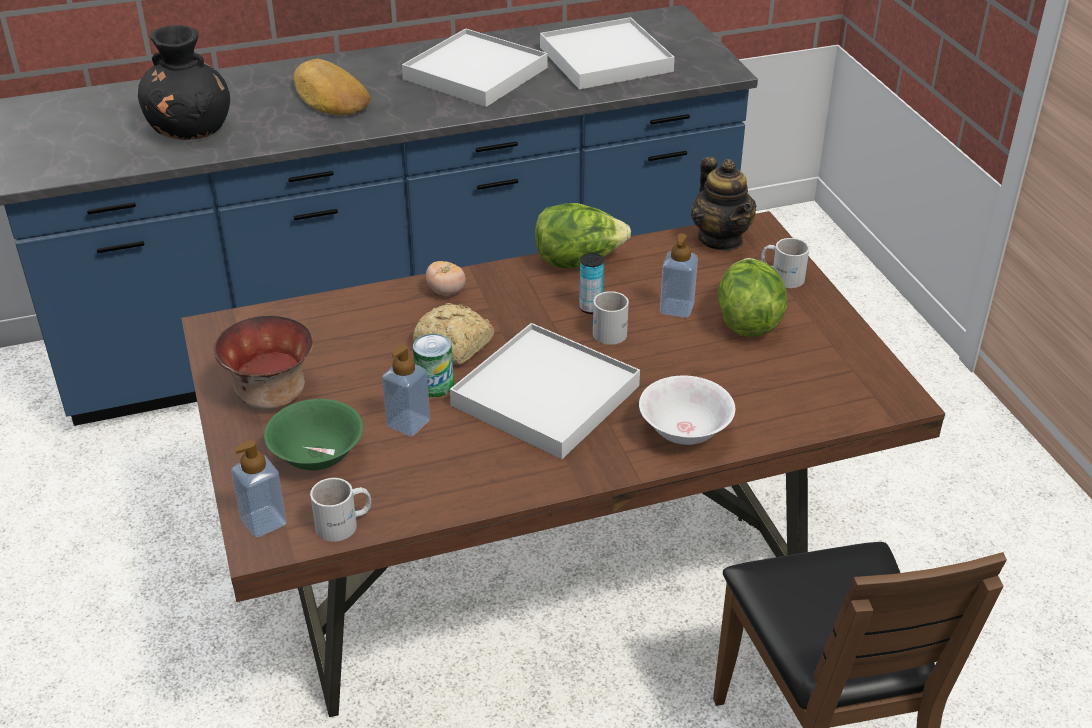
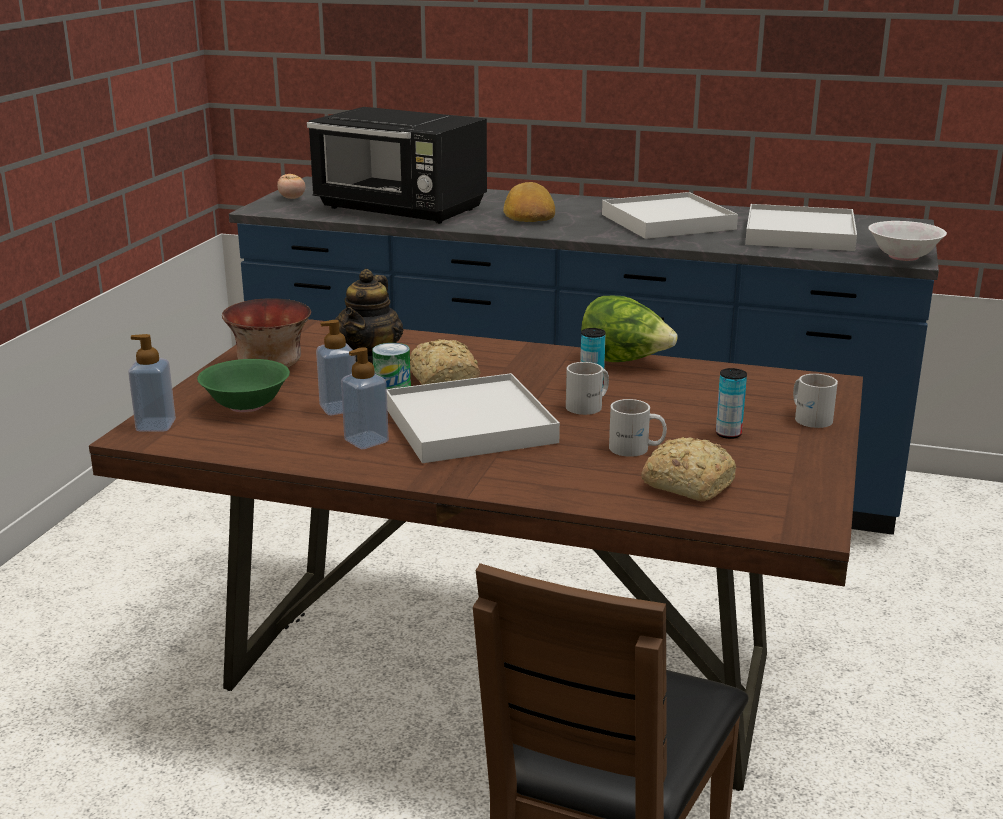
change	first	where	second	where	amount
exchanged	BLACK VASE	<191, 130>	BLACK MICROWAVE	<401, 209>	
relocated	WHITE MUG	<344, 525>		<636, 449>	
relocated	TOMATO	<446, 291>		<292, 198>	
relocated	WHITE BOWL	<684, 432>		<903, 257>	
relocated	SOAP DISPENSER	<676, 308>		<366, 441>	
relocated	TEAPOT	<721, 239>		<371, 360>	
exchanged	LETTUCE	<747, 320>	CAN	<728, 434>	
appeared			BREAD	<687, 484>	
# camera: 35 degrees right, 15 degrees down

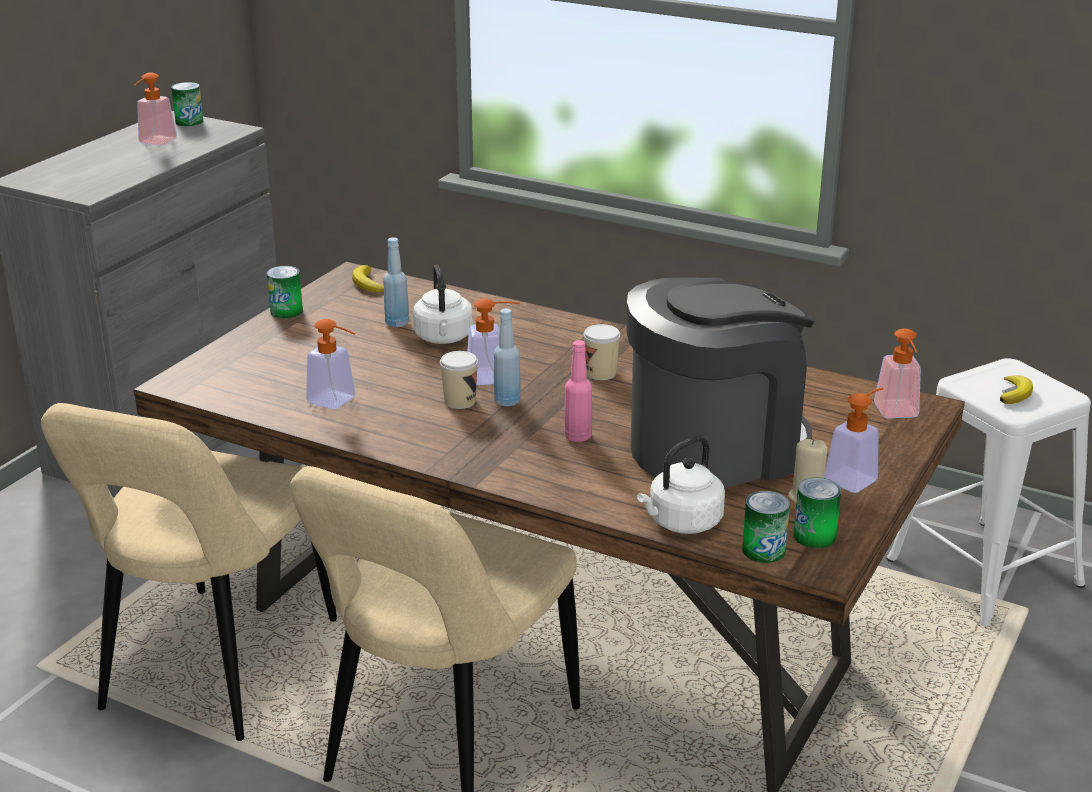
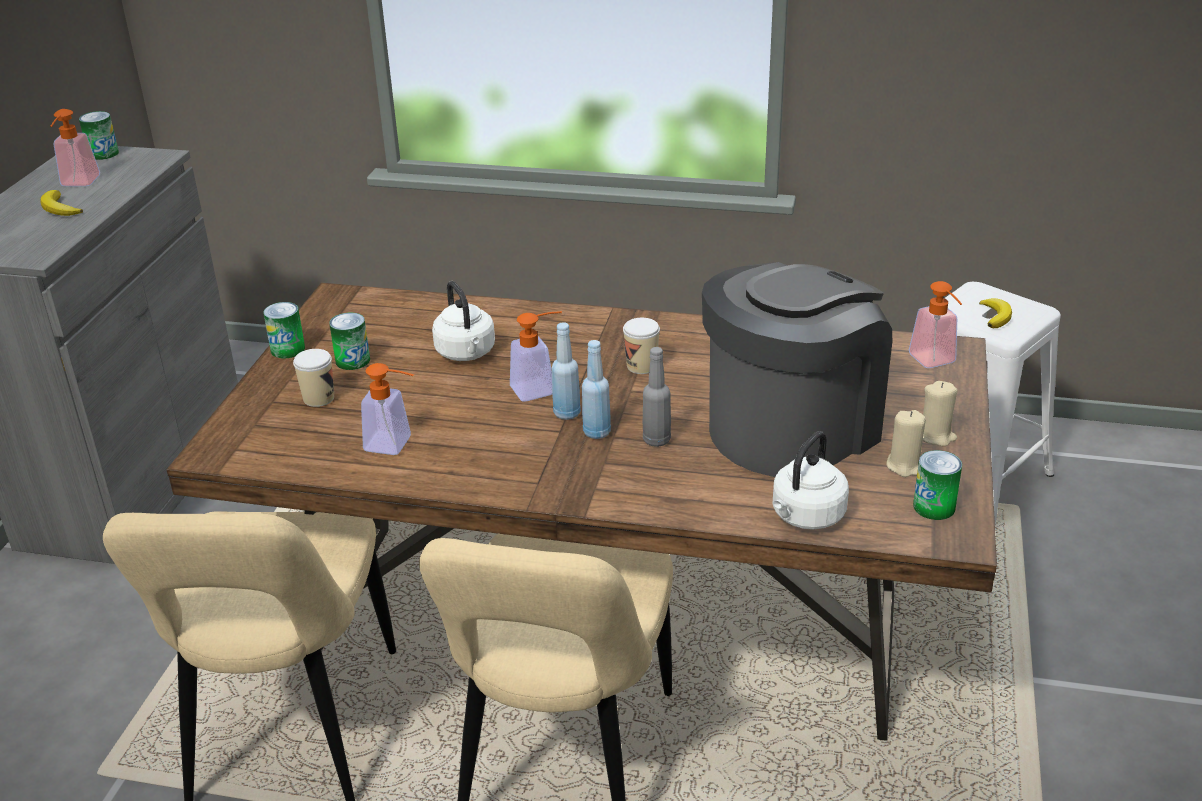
change	first	where	second	where	amount
relocated	BANANA	<368, 284>		<59, 208>	
relocated	BLUE BOTTLE	<397, 323>		<597, 432>	
relocated	CUP	<460, 401>		<319, 398>	
colour	PINK BOTTLE	<577, 436>	GREY BOTTLE	<656, 440>	
relocated	CAN	<763, 550>		<353, 361>	
exchanged	SOAP DISPENSER	<856, 477>	BEIGE CANDLE	<935, 436>	
# camera: 15 degrees left, 5 degrees up

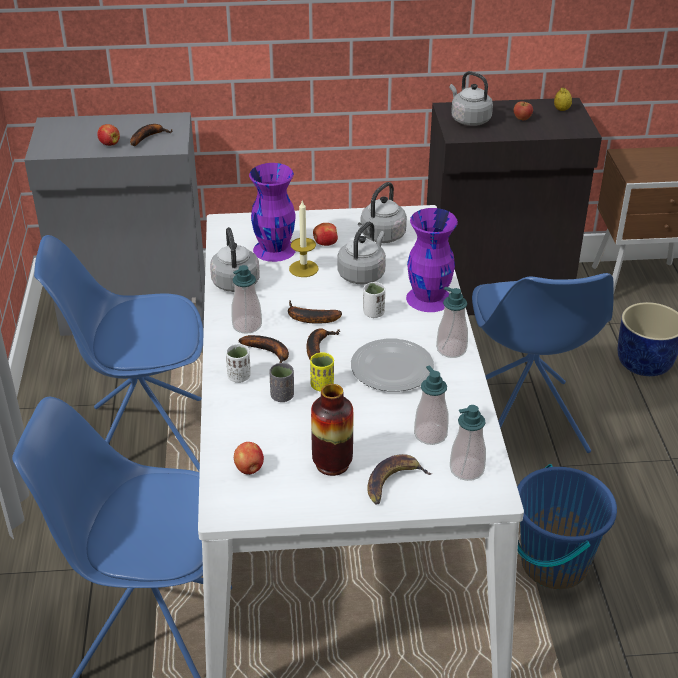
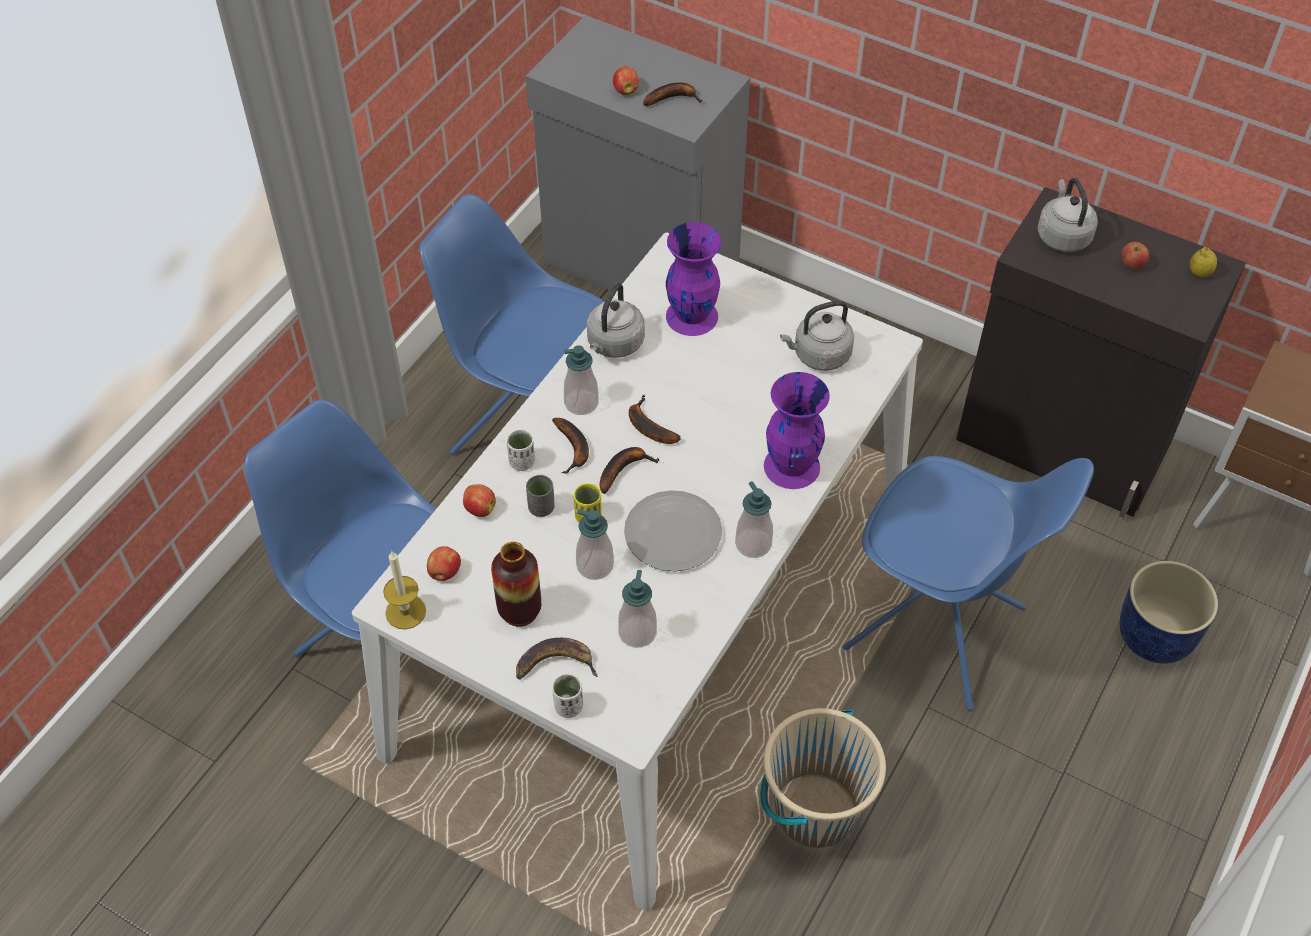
change	first	where	second	where	amount
relocated	CANDLE	<303, 268>		<405, 612>	
relocated	APPLE	<325, 244>		<479, 509>	
missing	GREY KETTLE	<362, 274>			
relocated	WHITE CUP	<373, 313>		<568, 707>	
relocated	SOAP DISPENSER	<466, 469>		<595, 565>	
spun	BLUE CHAIR	<524, 421>		<938, 631>	90 degrees counterclockwise
colour	BLUE BUCKET	<553, 564>	BEIGE BUCKET	<814, 810>	
# camera: 35 degrees right, 15 degrees up

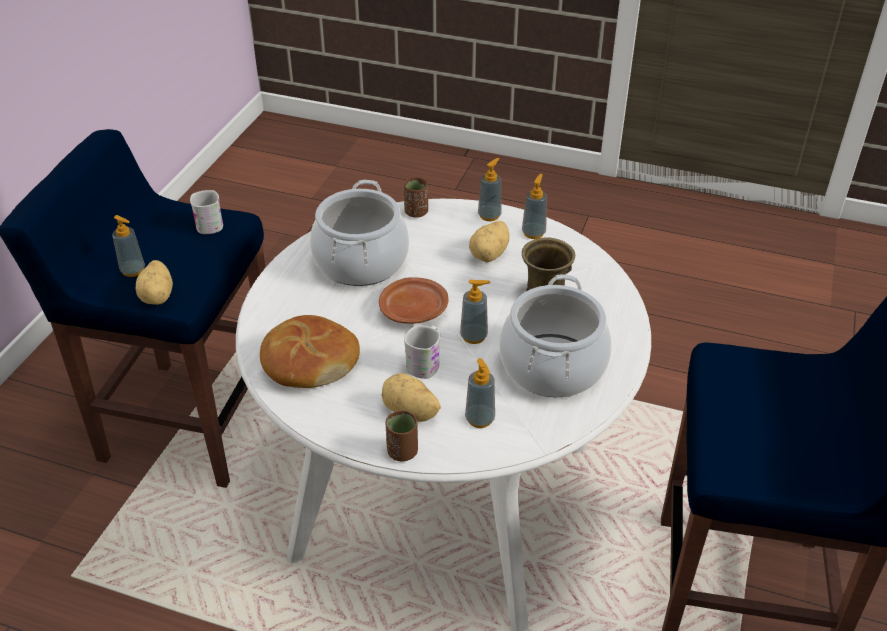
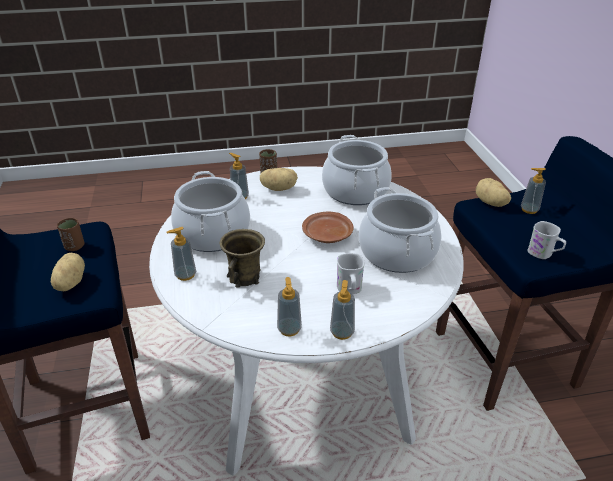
change	first	where	second	where	amount
exchanged	BREAD	<309, 363>	COOKING POT	<355, 191>	
relocated	BROWN CUP	<416, 212>		<74, 246>	
relocated	WHITE MUG	<425, 363>		<349, 289>	
relocated	SOAP DISPENSER	<474, 336>		<185, 275>	
relocated	POTATO	<490, 254>		<69, 283>	
# camera: 150 degrees right, 5 degrees down

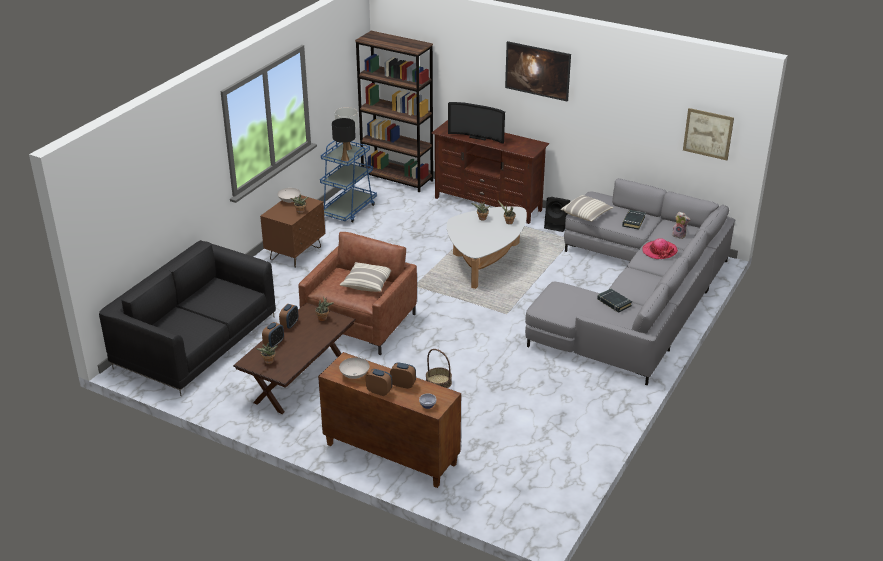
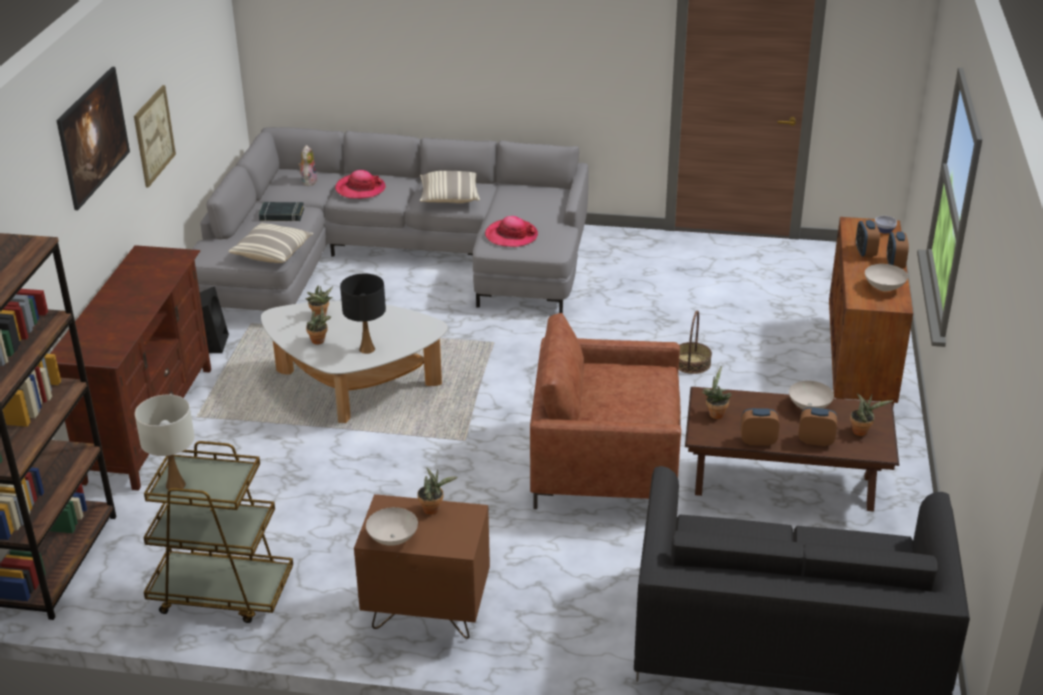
change	first	where	second	where	amount
colour	BLUE CART	<348, 210>	BROWN CART	<221, 592>	
relocated	BLACK TABLE LAMP	<345, 159>		<367, 349>	
relocated	PILLOW	<367, 283>		<449, 197>	
missing	TELEVISION	<478, 136>			
missing	BLACK BOOK	<614, 303>			
relocated	PICTURE	<708, 134>		<154, 135>	
appeared			HAT	<511, 235>	
appeared			WHITE BOWL	<810, 406>	
# camera: 110 degrees left, 0 degrees up

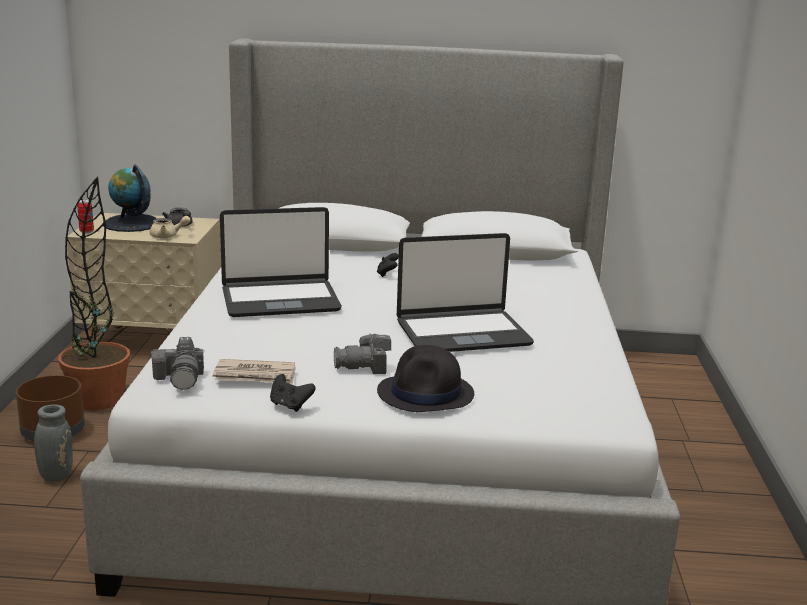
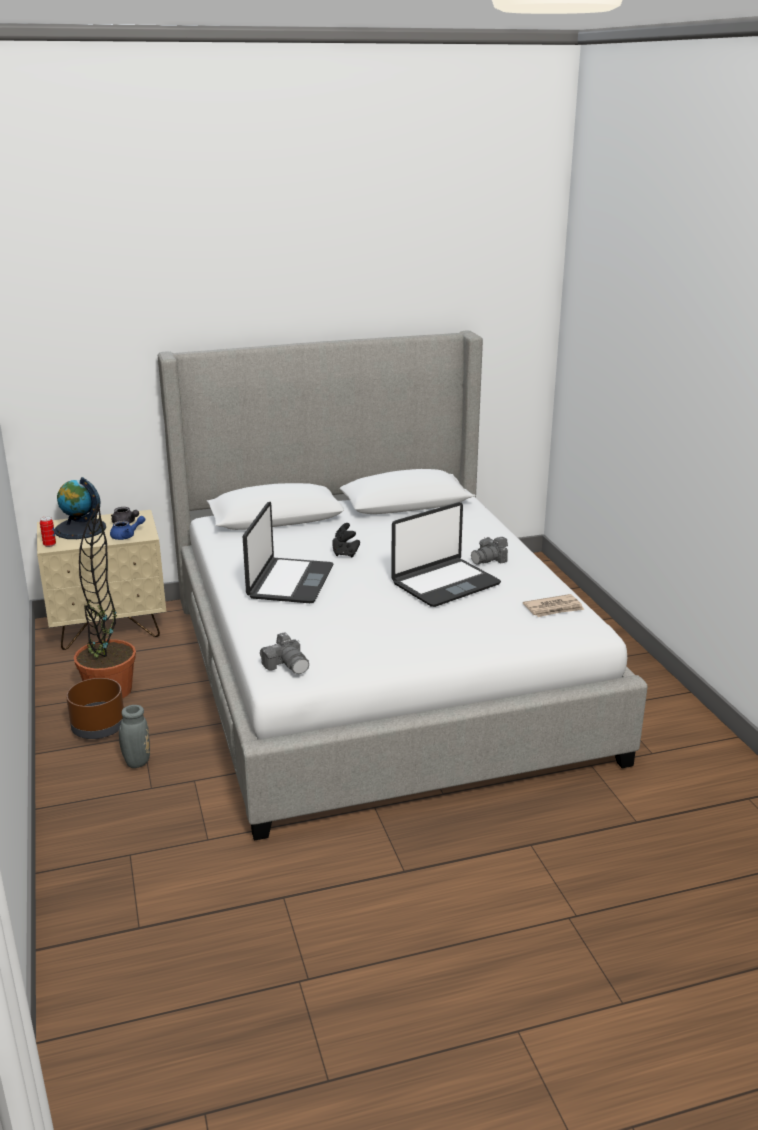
change	first	where	second	where	amount
colour	BEIGE TEAPOT	<168, 236>	BLUE TEAPOT	<126, 536>	
relocated	NEWSPAPER	<255, 376>		<554, 608>	
spun	LAPTOP	<280, 300>		<289, 582>	45 degrees counterclockwise
relocated	BLACK GAME CONTROLLER	<290, 405>		<345, 555>	
relocated	PHOTO CAMERA	<365, 366>		<489, 560>	
missing	BLACK HAT	<426, 394>			
# camera: 20 degrees left, 5 degrees up

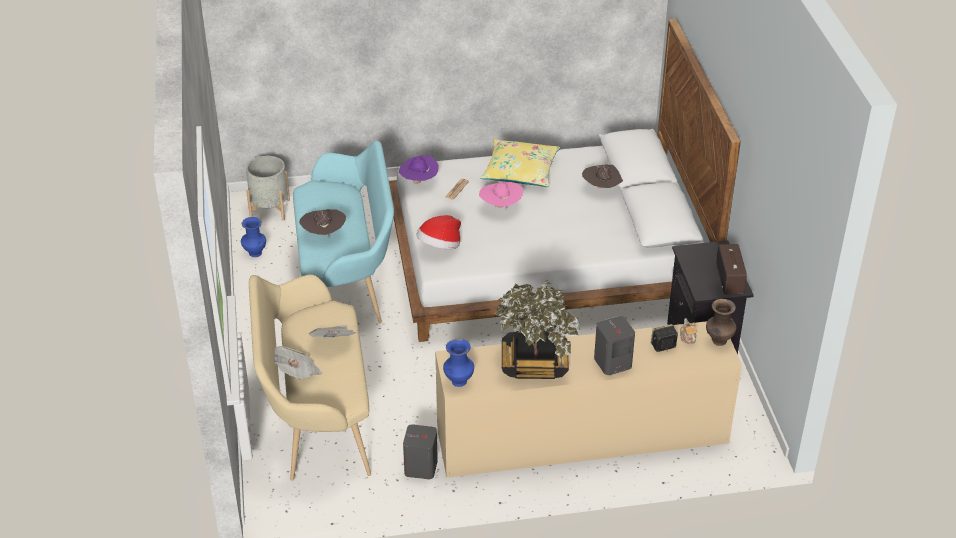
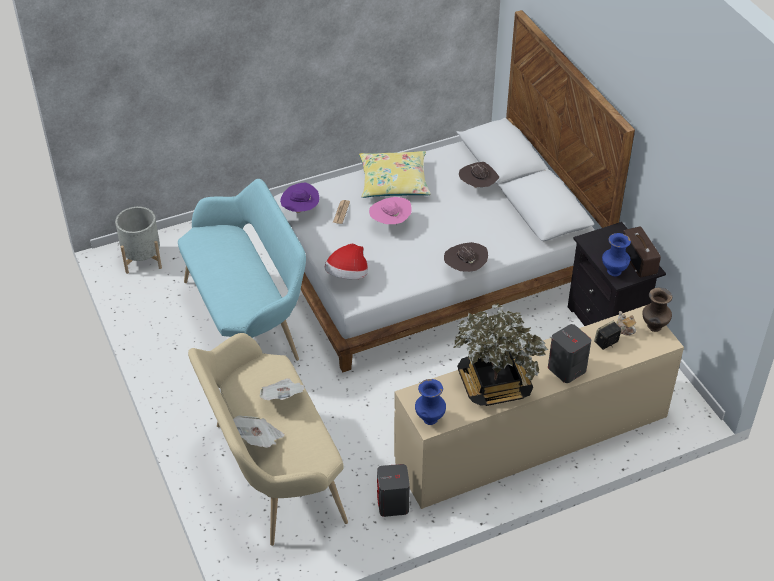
change	first	where	second	where	amount
relocated	BLUE VASE	<254, 253>		<613, 271>	
relocated	BROWN HAT	<324, 234>		<465, 269>	
# camera: 15 degrees left, 5 degrees up

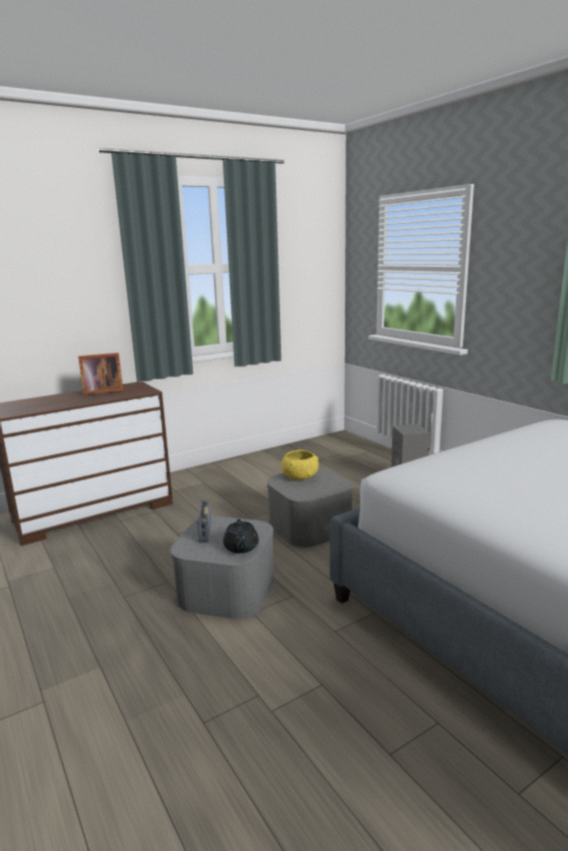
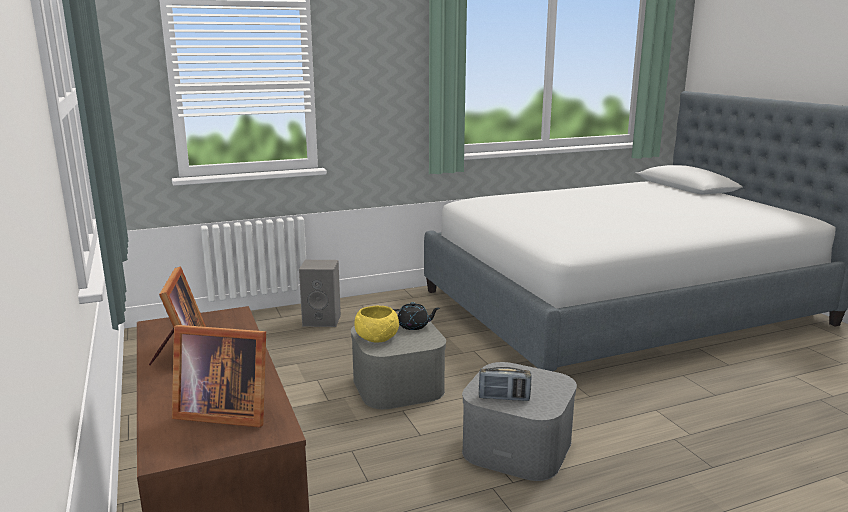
change	first	where	second	where	amount
relocated	BLACK TEAPOT	<241, 547>		<413, 326>	
appeared			PICTURE FRAME	<222, 412>	
# camera: 80 degrees left, 0 degrees up

